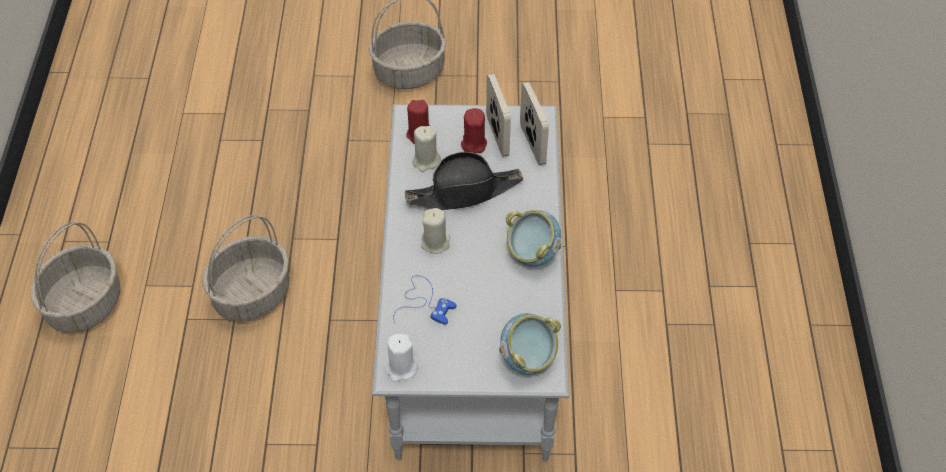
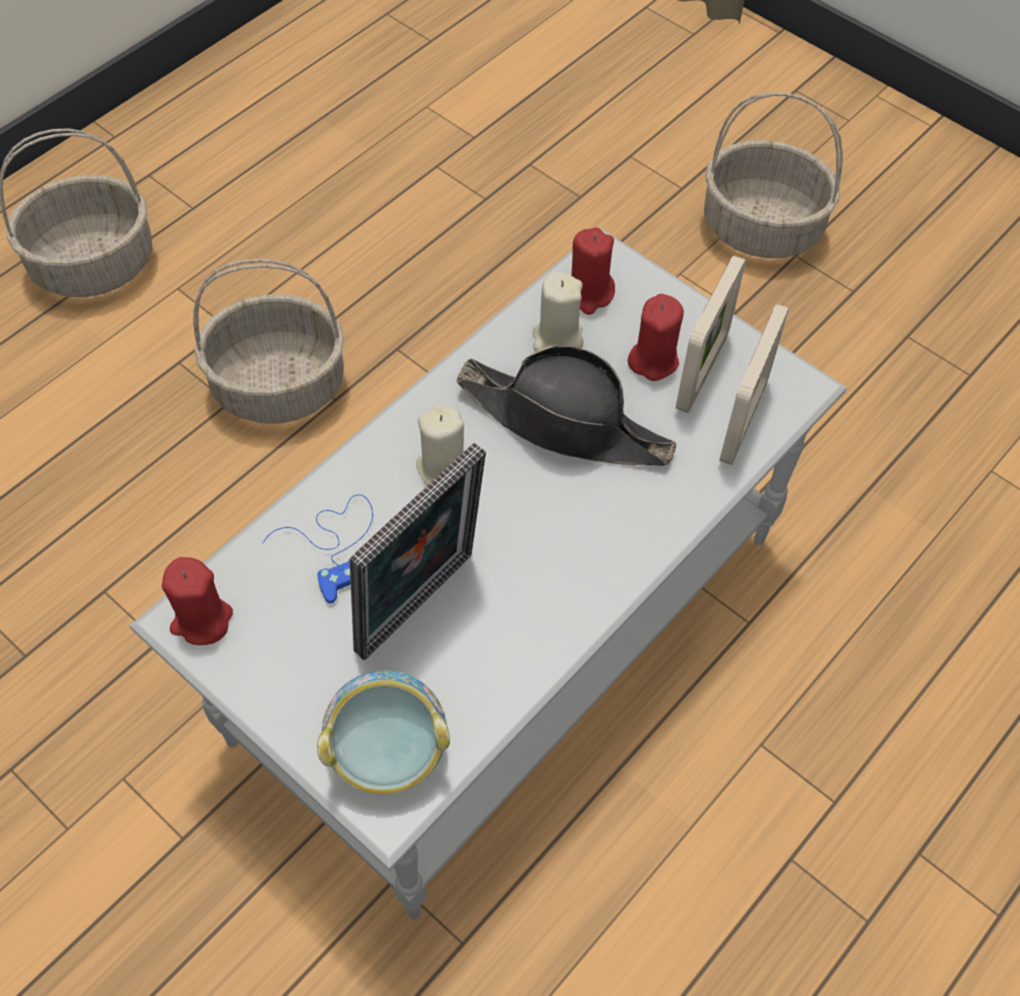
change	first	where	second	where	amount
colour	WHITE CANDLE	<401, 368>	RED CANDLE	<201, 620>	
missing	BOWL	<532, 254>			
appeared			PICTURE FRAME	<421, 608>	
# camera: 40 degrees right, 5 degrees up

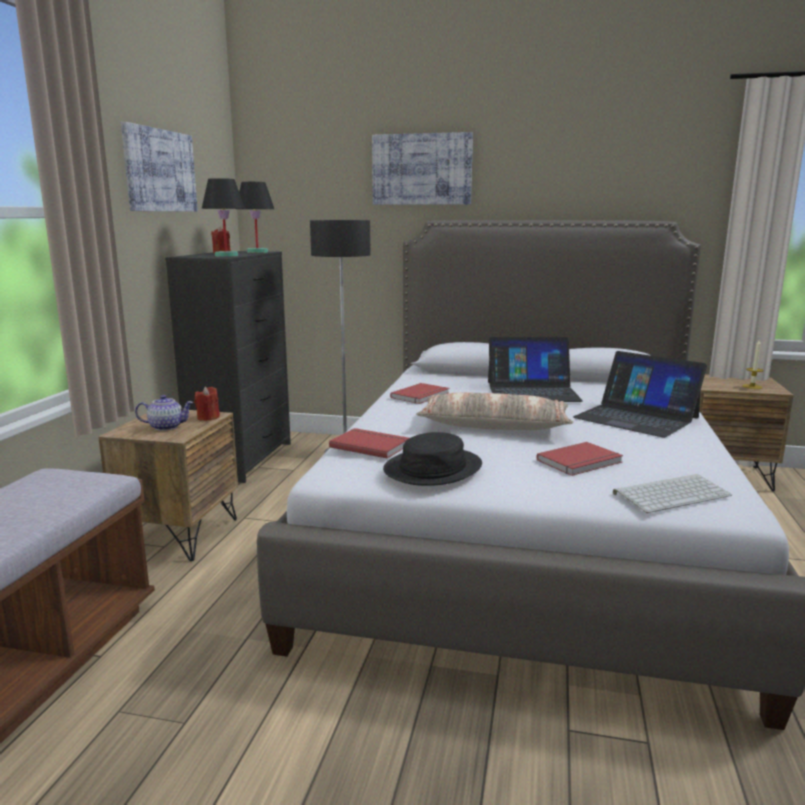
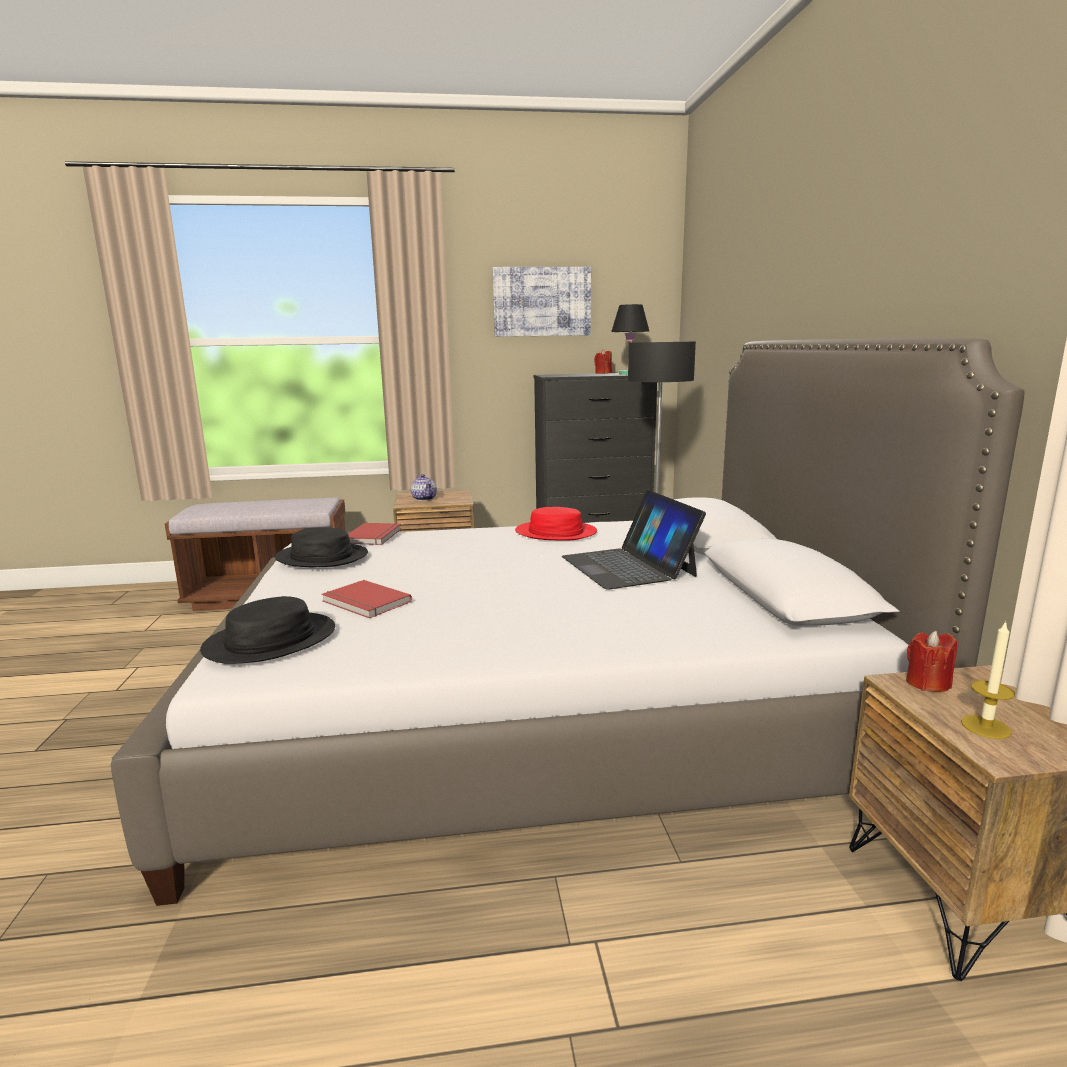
change	first	where	second	where	amount
relocated	RED CANDLE	<208, 417>		<927, 683>	
missing	BLACK TABLE LAMP	<227, 255>			
missing	PICTURE	<422, 169>			
exchanged	RED BOOK	<421, 396>	RED HAT	<555, 532>	
missing	PILLOW	<494, 425>			
missing	LAPTOP	<636, 417>			
exchanged	KEYBOARD	<671, 494>	BLACK HAT	<271, 640>	
# camera: 70 degrees right, 0 degrees up

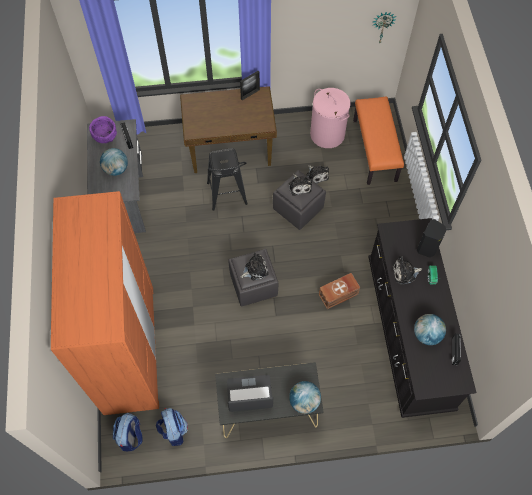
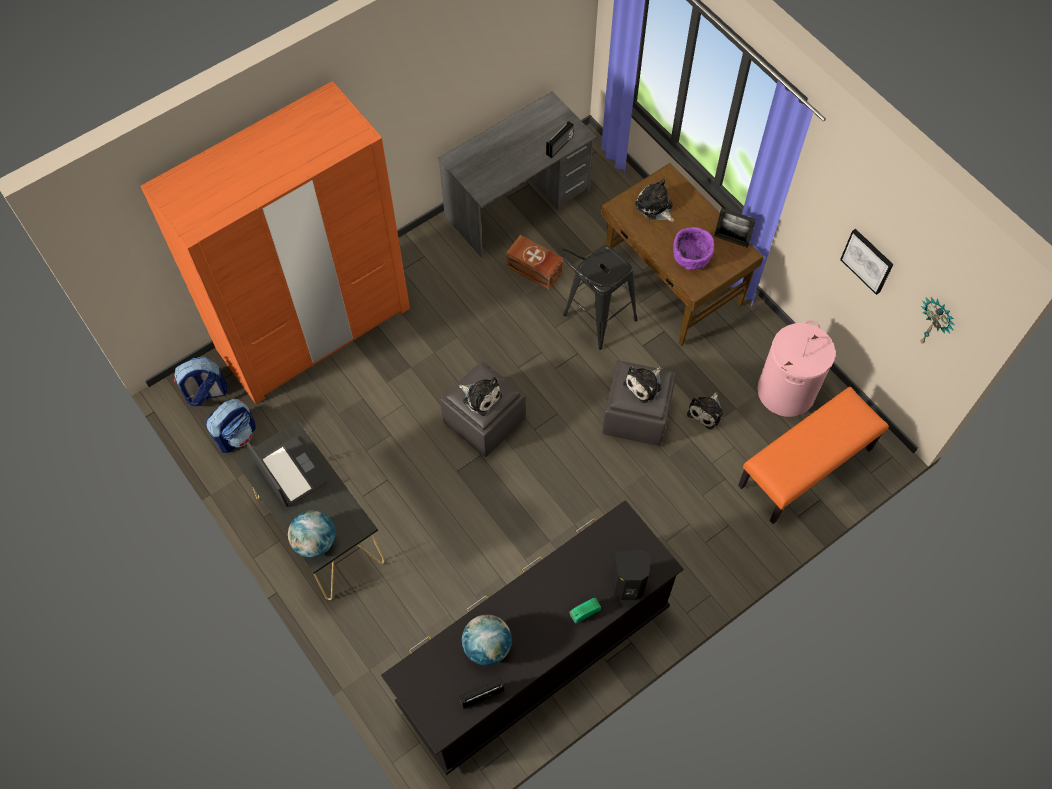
change	first	where	second	where	amount
relocated	PURPLE BOWL	<105, 135>		<691, 257>	
missing	GLOBE	<116, 169>			
relocated	BROWN STORAGE BOX	<339, 294>		<534, 270>	
relocated	PLUSH TOY	<405, 273>		<655, 207>	
appeared			PICTURE	<867, 260>	
# camera: 60 degrees right, 0 degrees up

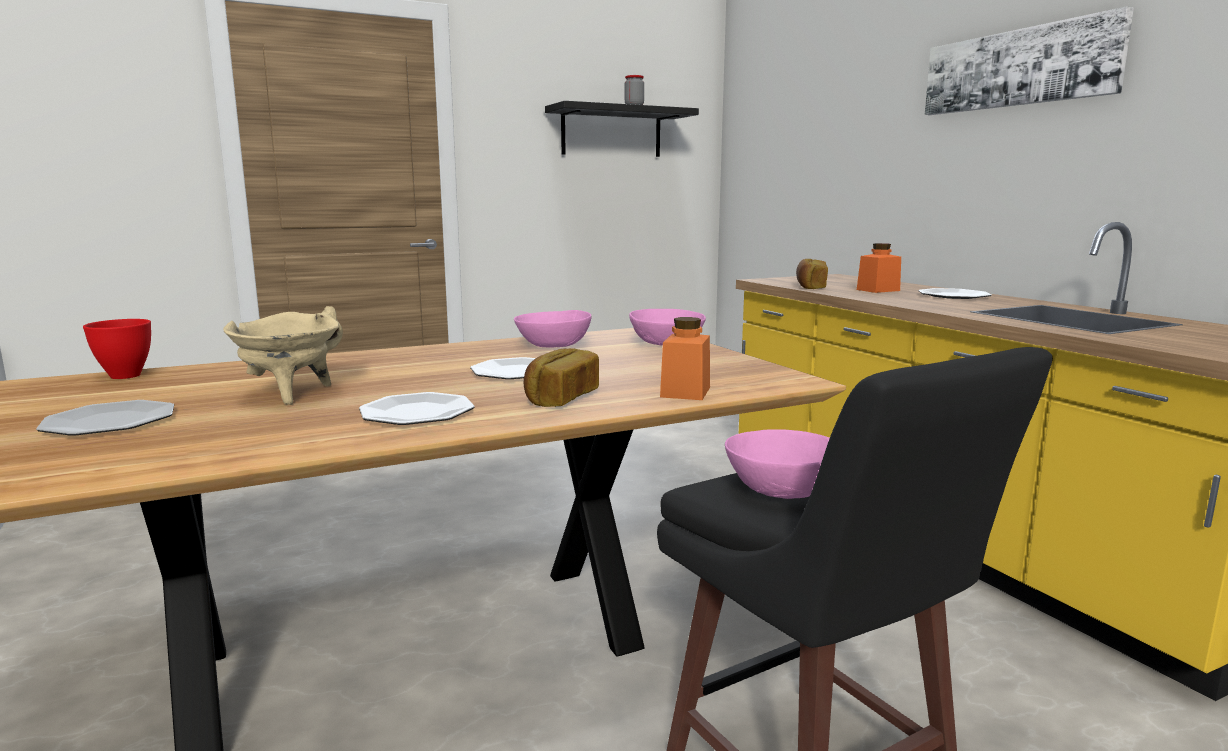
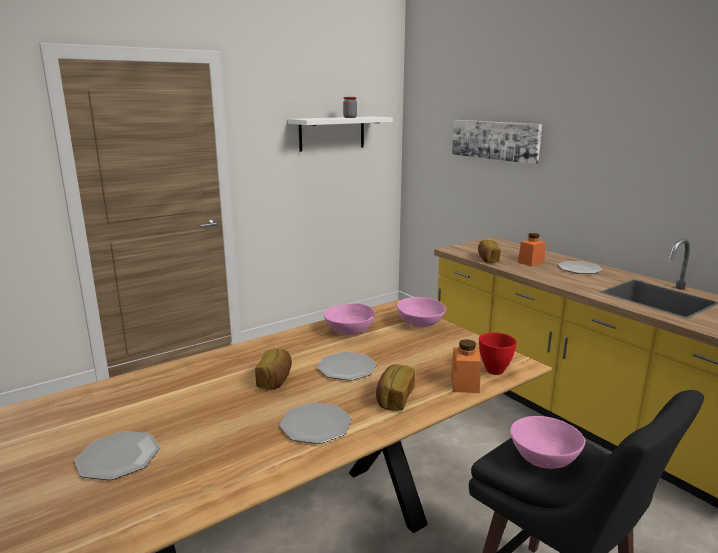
change	first	where	second	where	amount
relocated	RED BOWL	<124, 376>		<494, 371>	
missing	BEIGE COOKING POT	<290, 395>			
colour	BLACK SHELF	<611, 132>	WHITE SHELF	<332, 133>	
relocated	PICTURE	<1019, 68>		<495, 140>	
appeared			BREAD	<275, 380>	
# camera: 10 degrees left, 5 degrees up

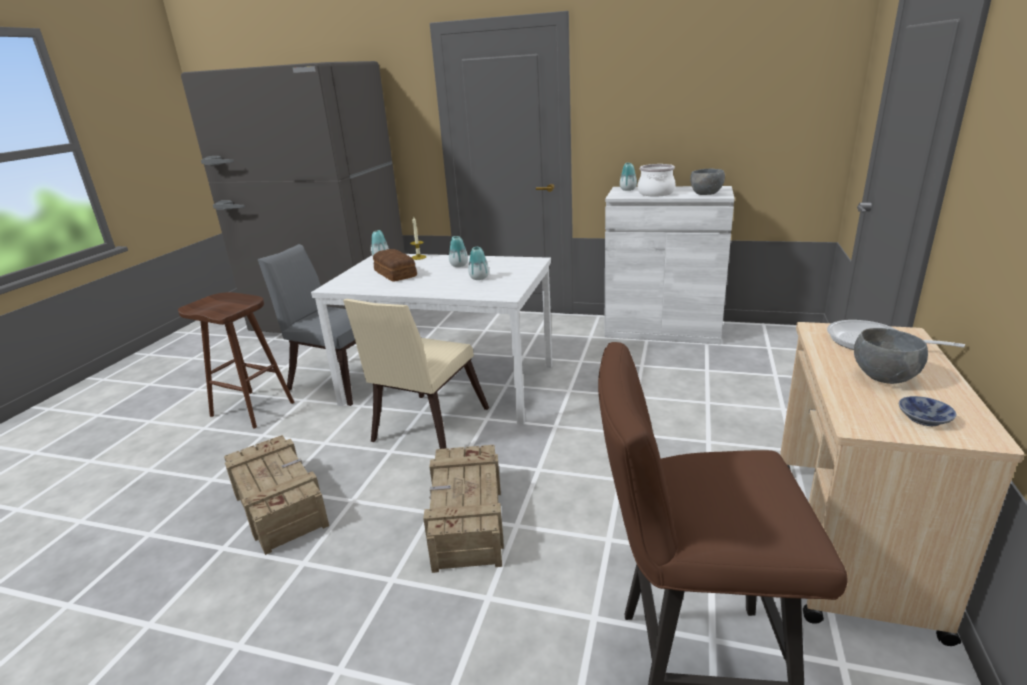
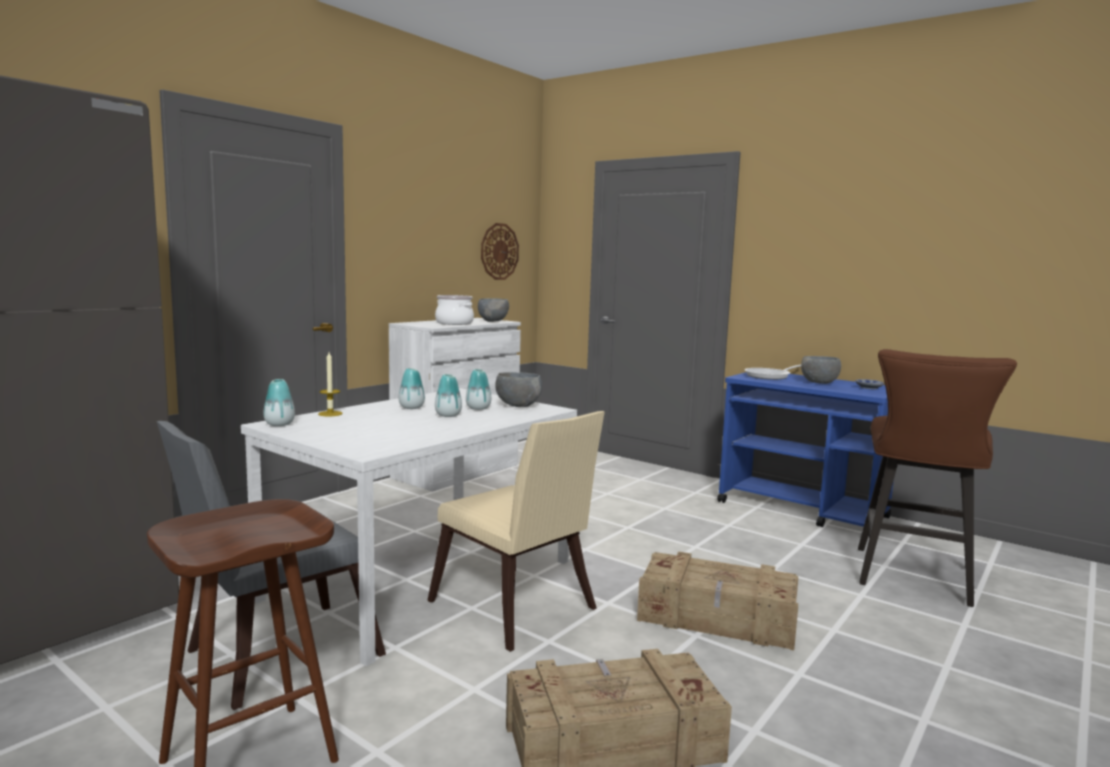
change	first	where	second	where	amount
missing	BREAD	<395, 274>			
relocated	VASE	<628, 189>		<448, 415>	
colour	BEIGE CART	<849, 544>	BLUE CART	<803, 510>	
appeared			WALL CLOCK	<499, 251>	
appeared			GREY BOWL	<518, 406>	
# camera: 70 degrees left, 15 degrees down

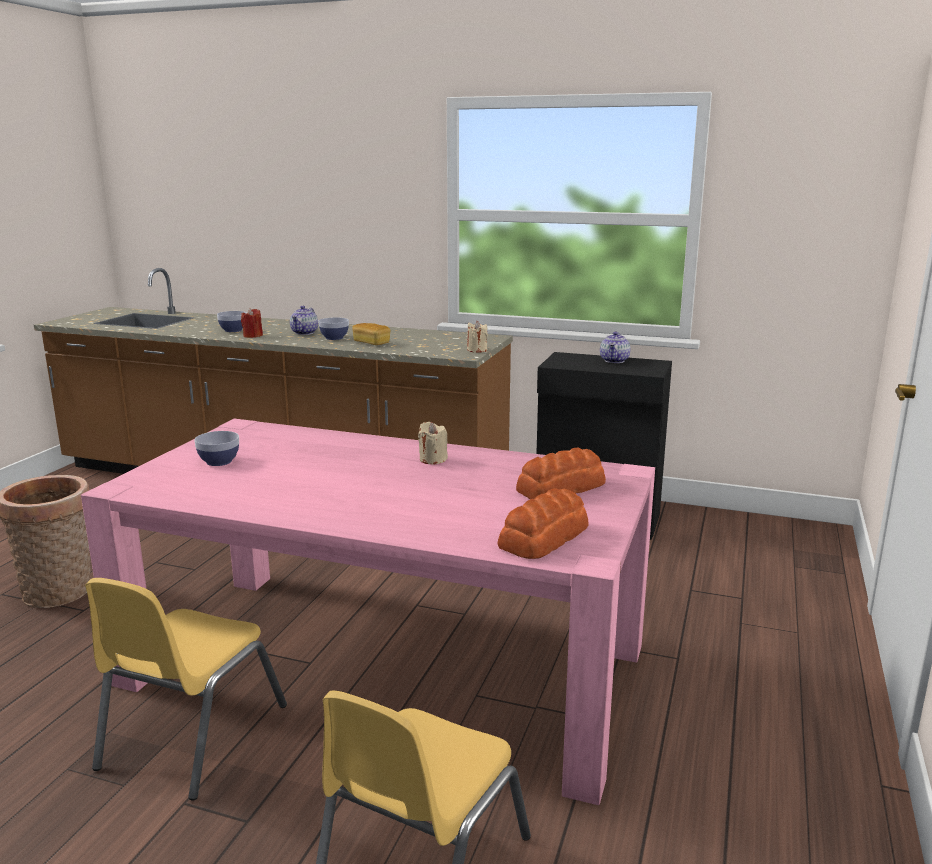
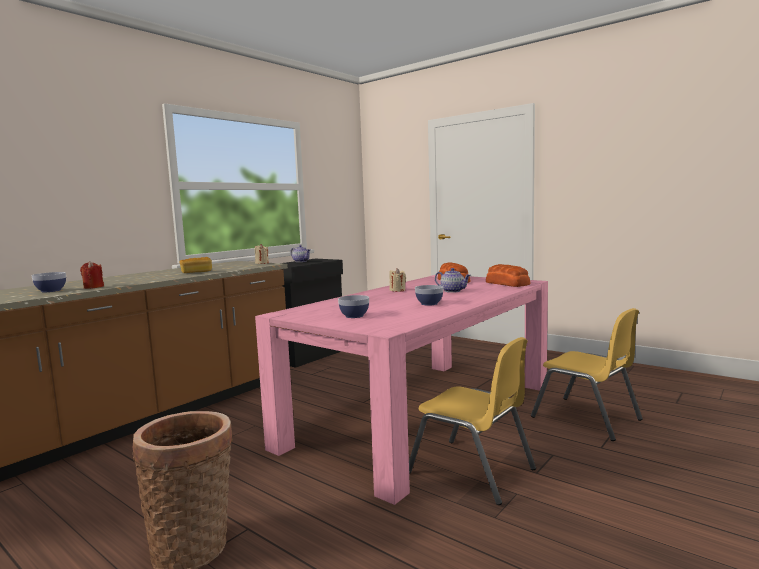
change	first	where	second	where	amount
relocated	TEAPOT	<305, 333>		<453, 291>	
relocated	BOWL	<334, 338>		<429, 303>	
# camera: 70 degrees left, 10 degrees down

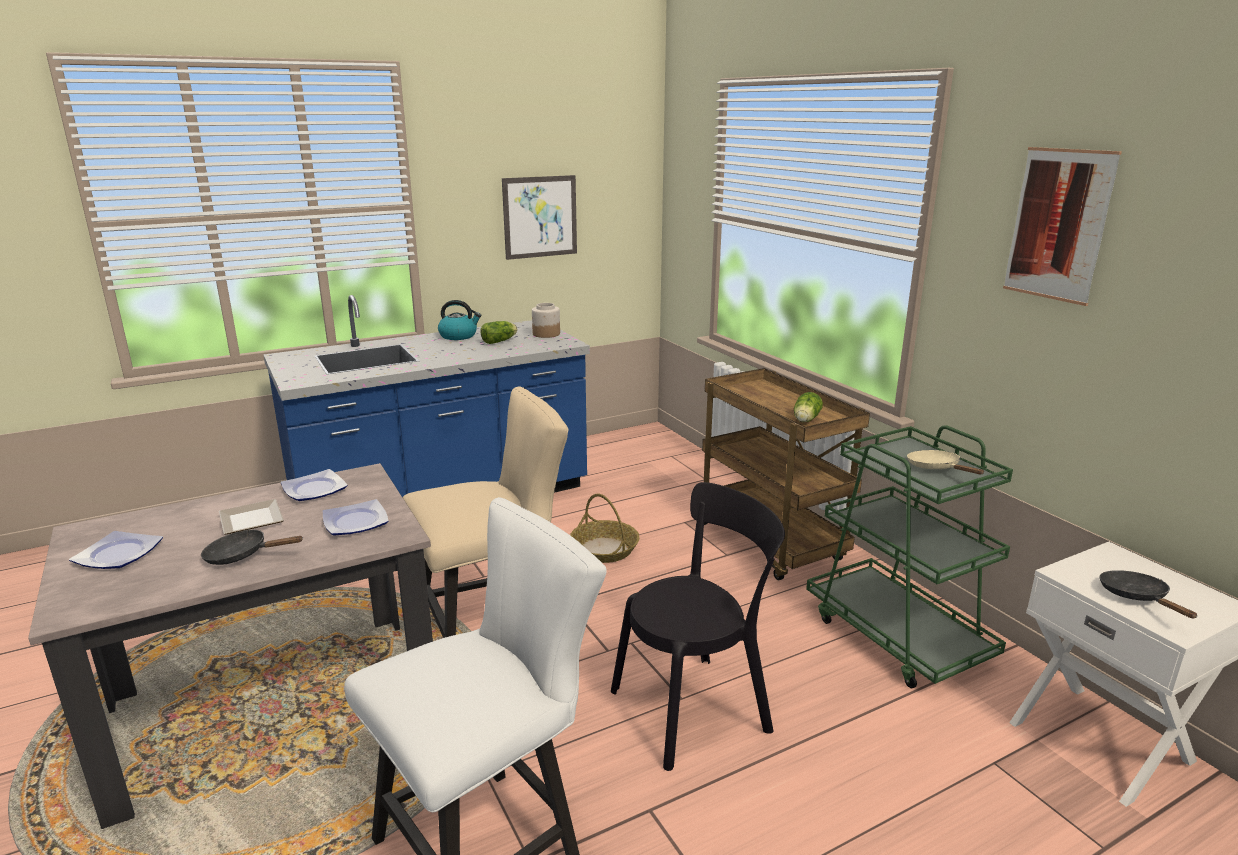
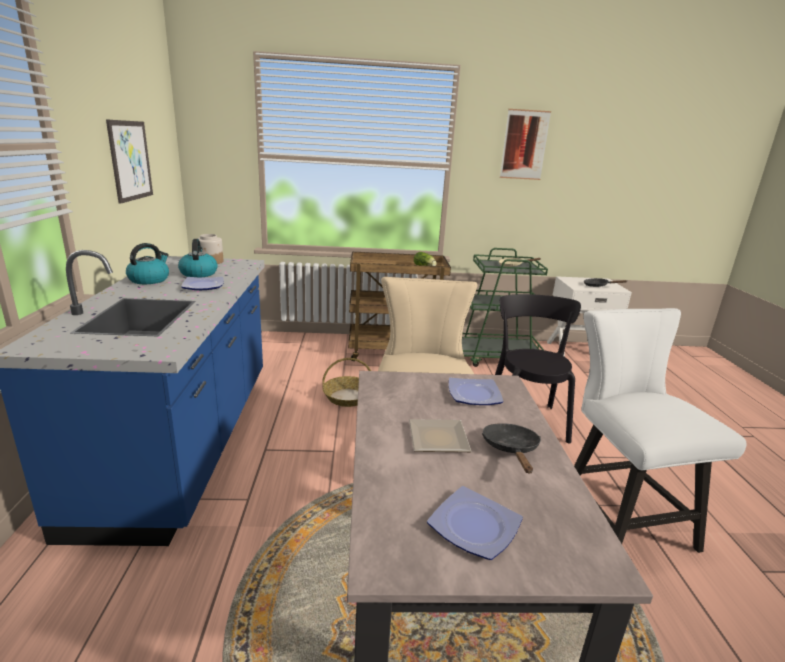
change	first	where	second	where	amount
spun	BLACK FRYING PAN	<242, 555>		<511, 449>	150 degrees clockwise
relocated	PLATE	<314, 490>		<204, 286>	
exchanged	LETTUCE	<500, 341>	KETTLE	<198, 273>	
# camera: 65 degrees left, 0 degrees up

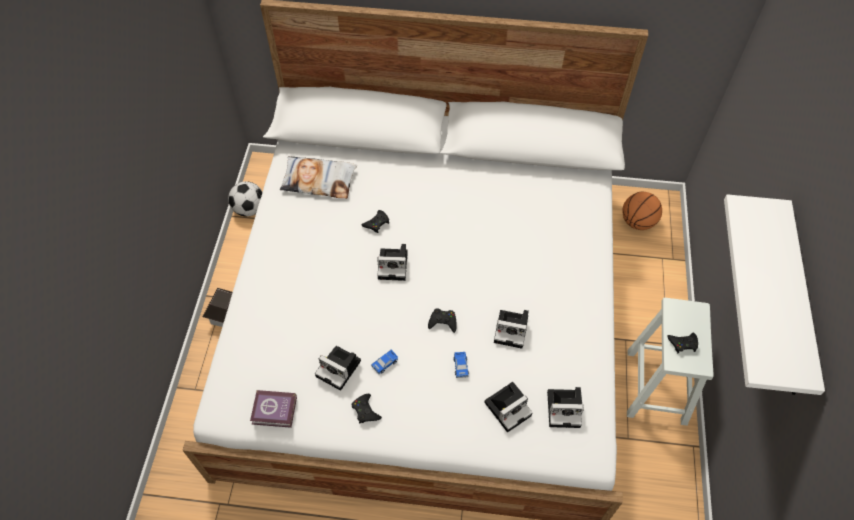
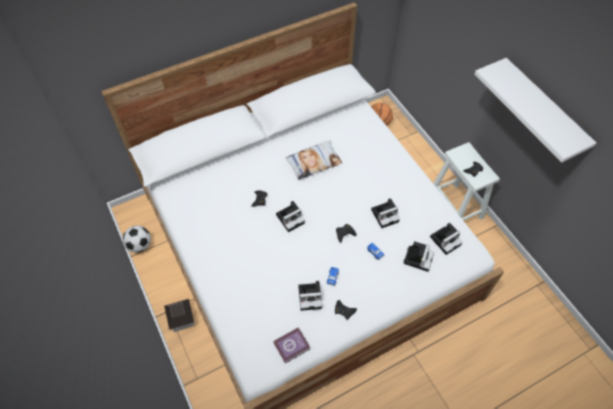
change	first	where	second	where	amount
relocated	PILLOW	<319, 180>		<314, 162>	
# camera: 35 degrees left, 0 degrees up

